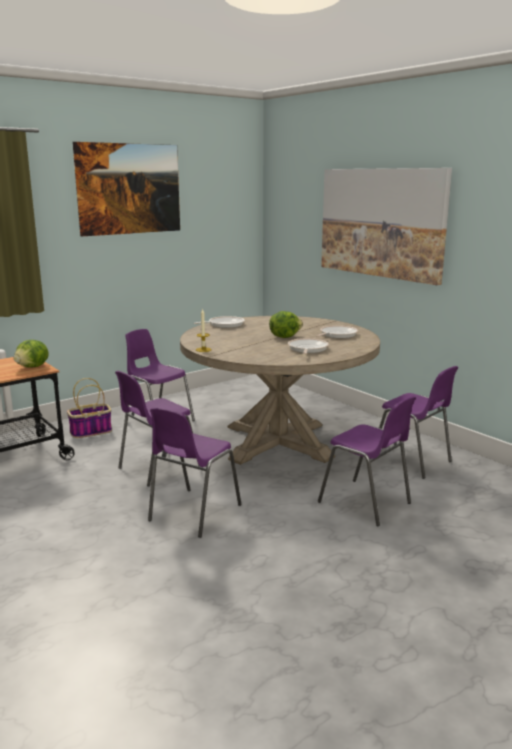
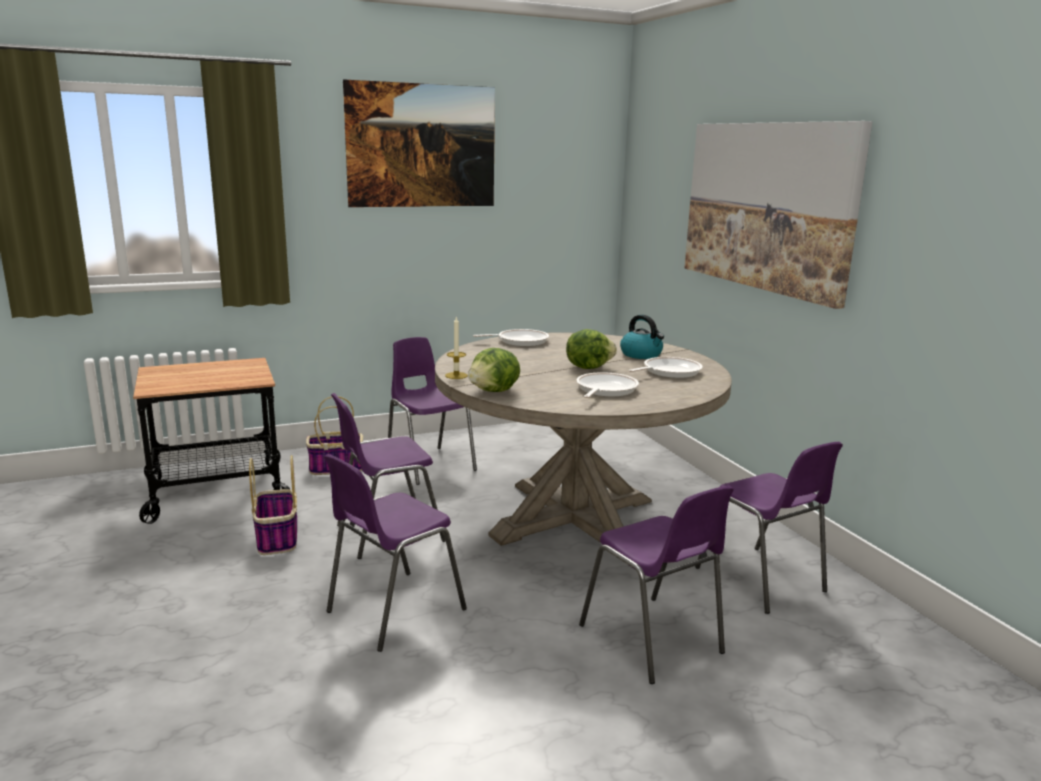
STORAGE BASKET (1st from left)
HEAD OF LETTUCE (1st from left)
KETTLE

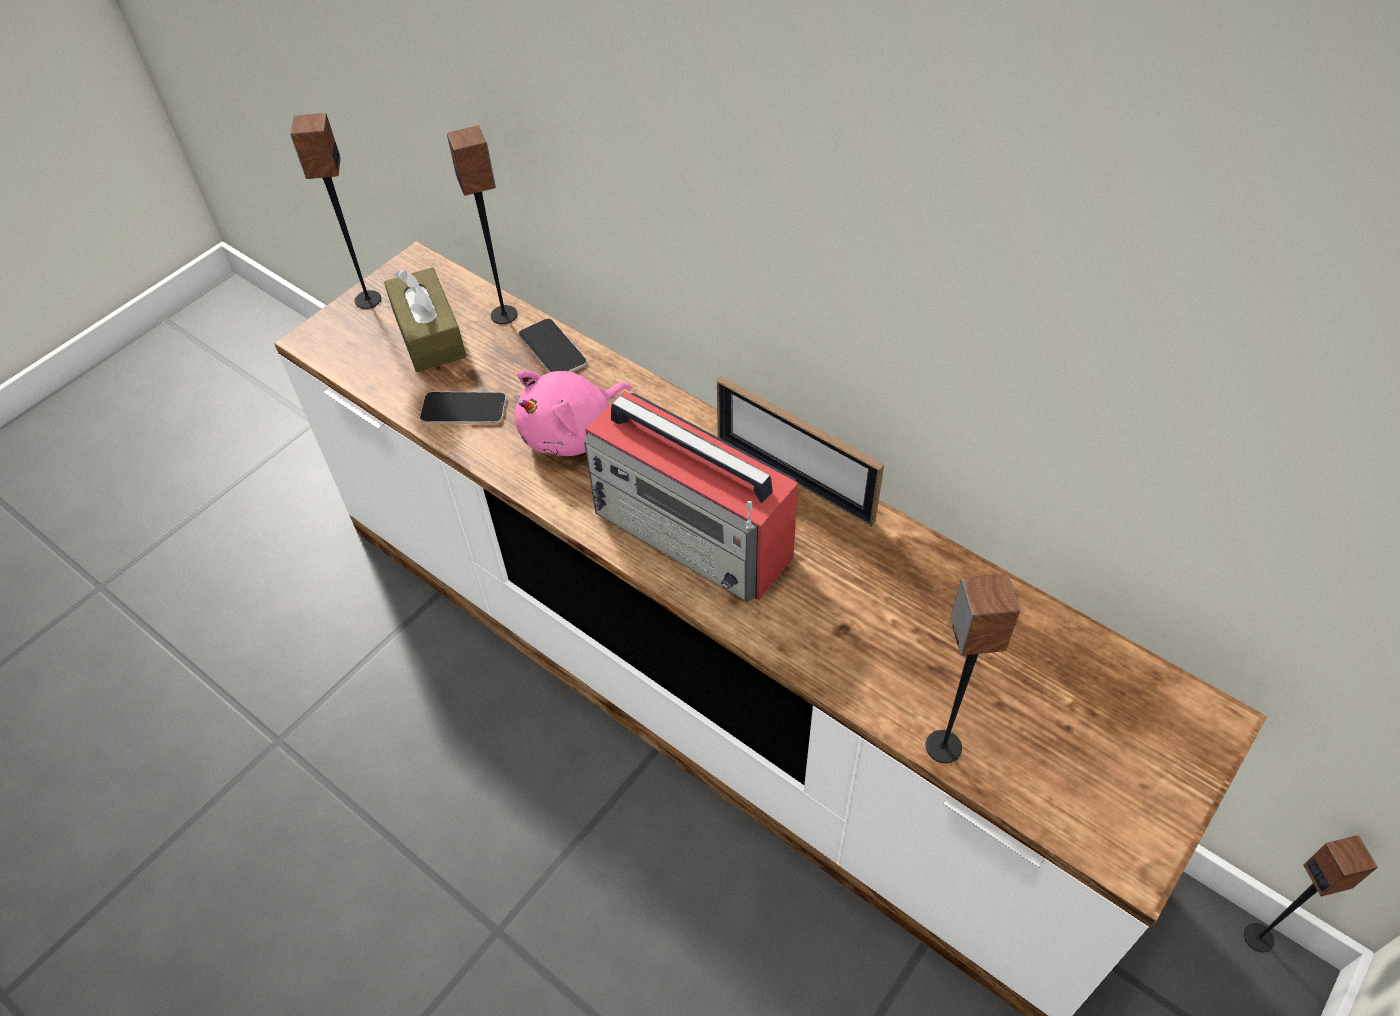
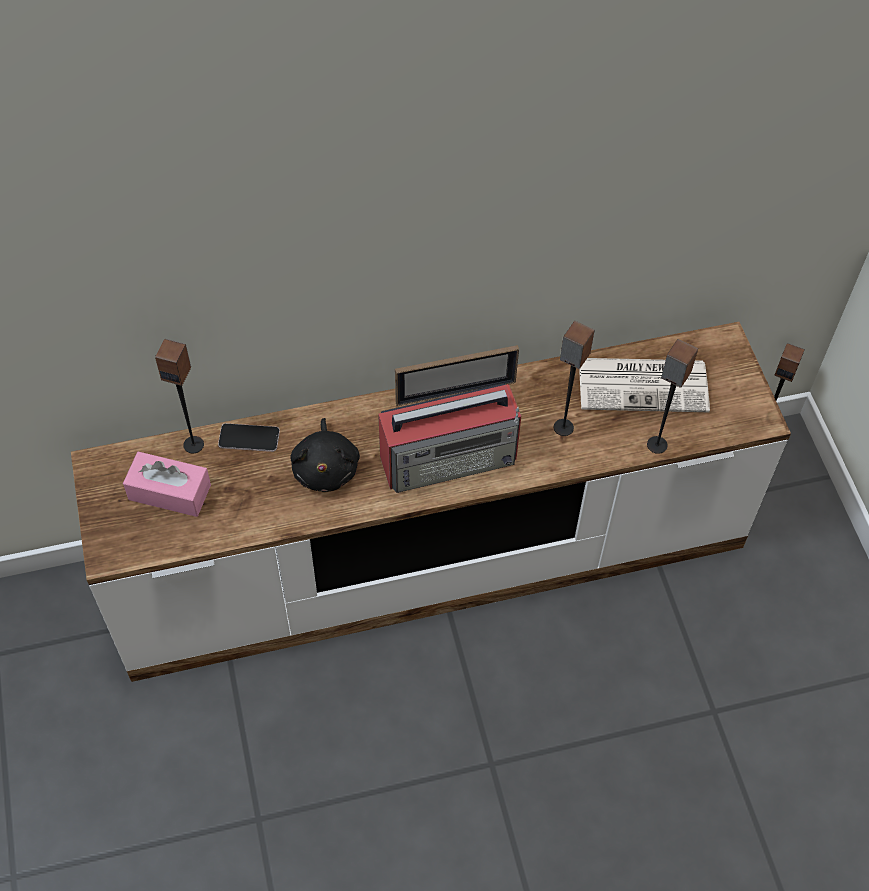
PINKISH TISSUE HOLDER
BLACK-COLOURED SOFT TOY
LOUDSPEAKER (2nd from left)
PRINTED PAPER
TELEPHONE (1st from left in the first image)

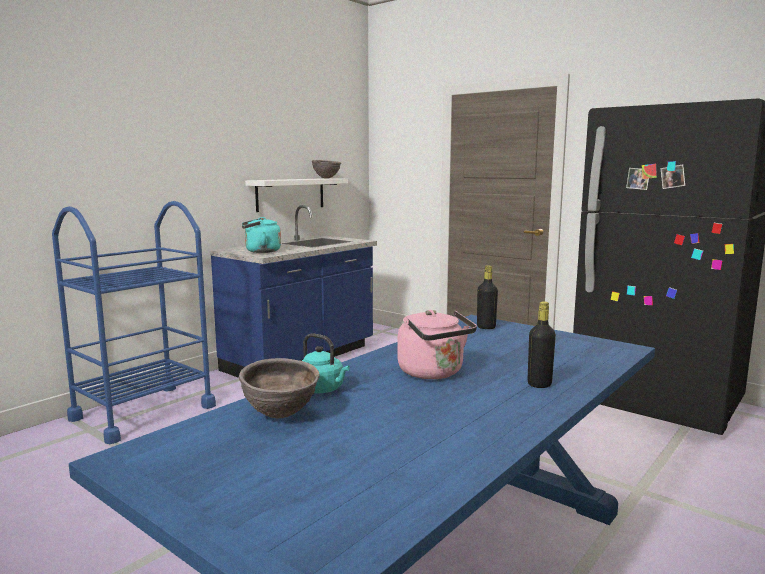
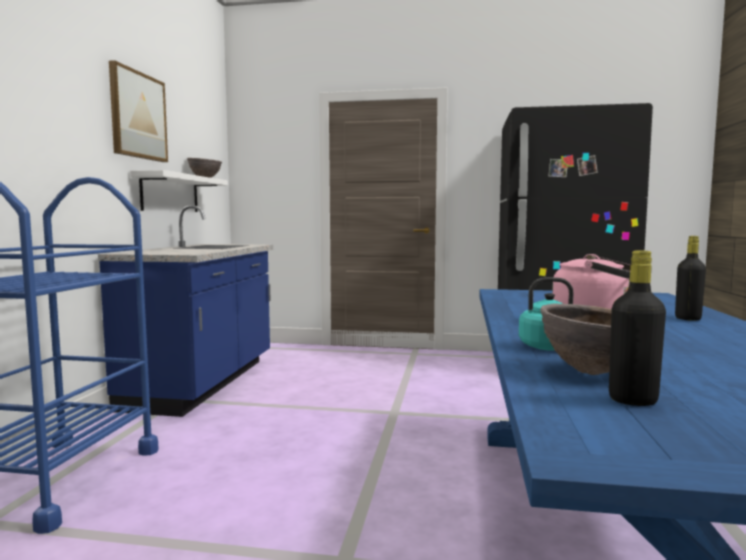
WALL ART
BLACK-COLOURED DRINK BOTTLE (1st from left)
TURQUOISE-COLOURED KETTLE (1st from left in the first image)

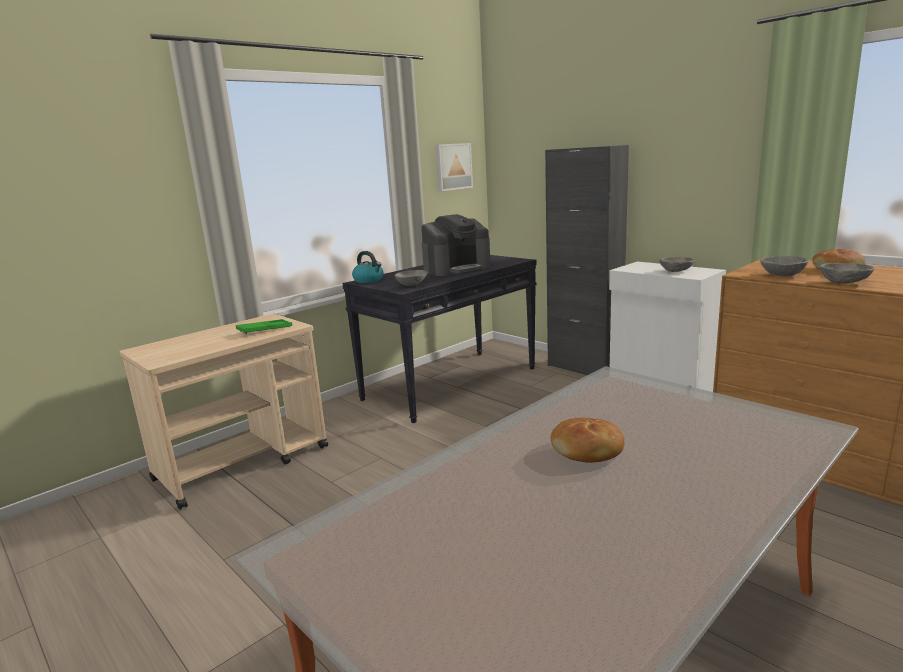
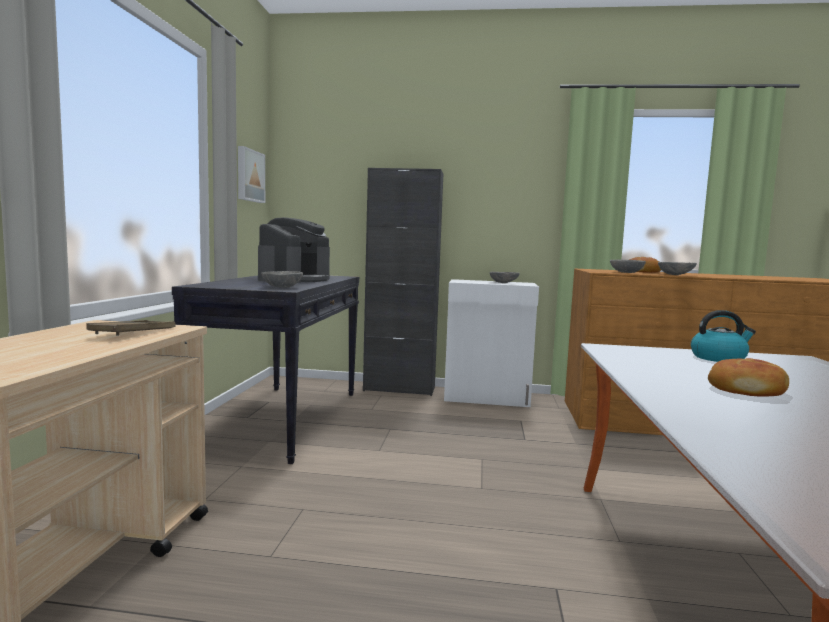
BROWN-COLOURED SERVING TRAY
KETTLE

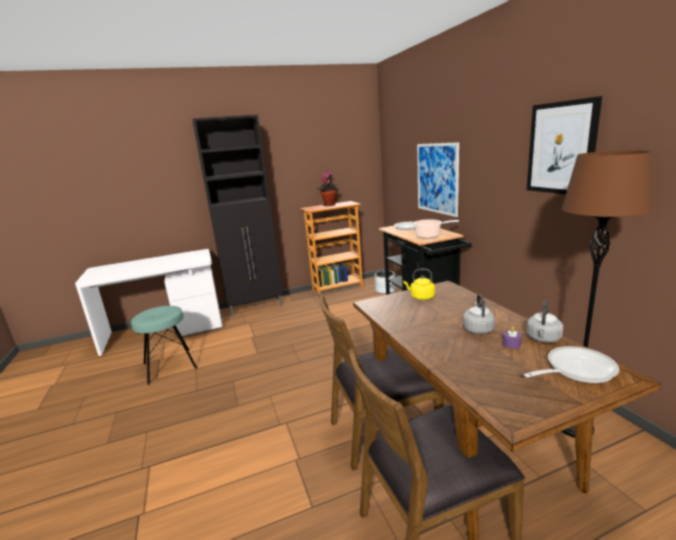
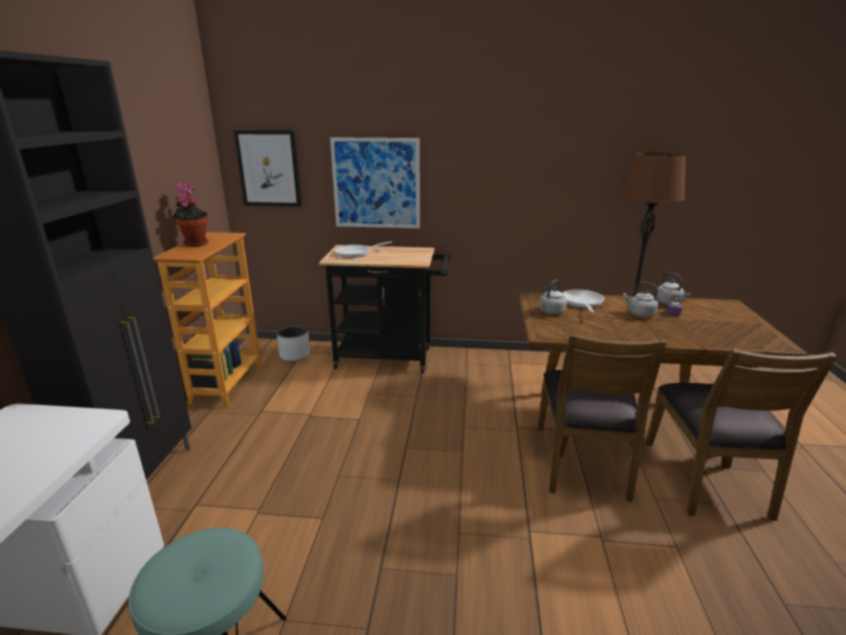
WALL ART (1st from left)
GRAY KETTLE (1st from left)
FRYING PAN (2nd from left)
STOCKPOT

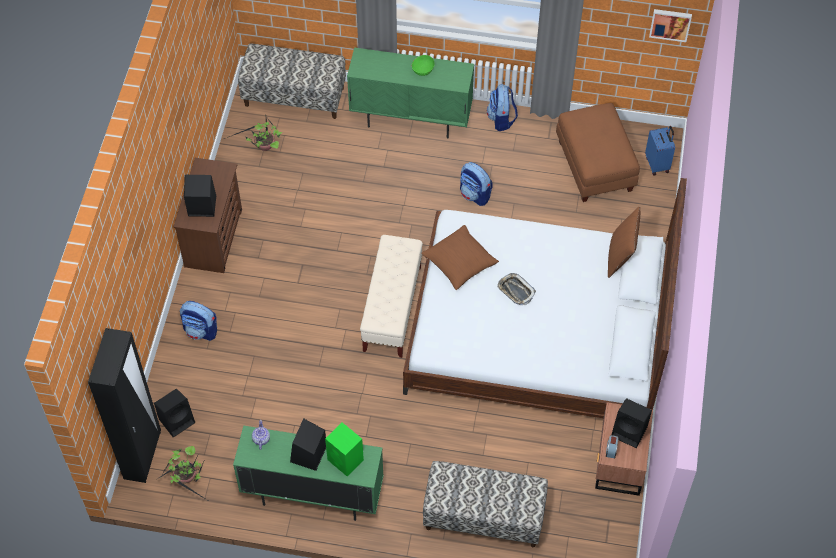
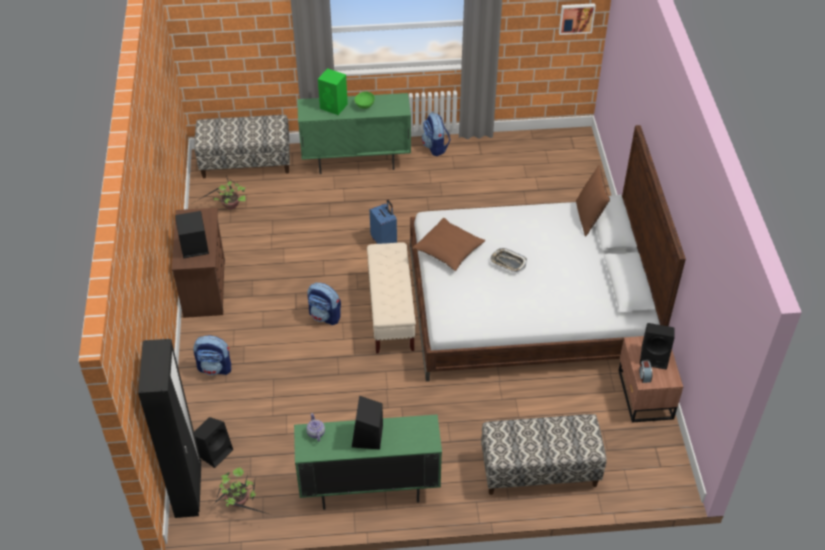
BACKPACK (2nd from left)
GREENISH LOUDSPEAKER
BLUE-COLOURED TRAVEL CASE
BROWN-COLOURED POUFFE

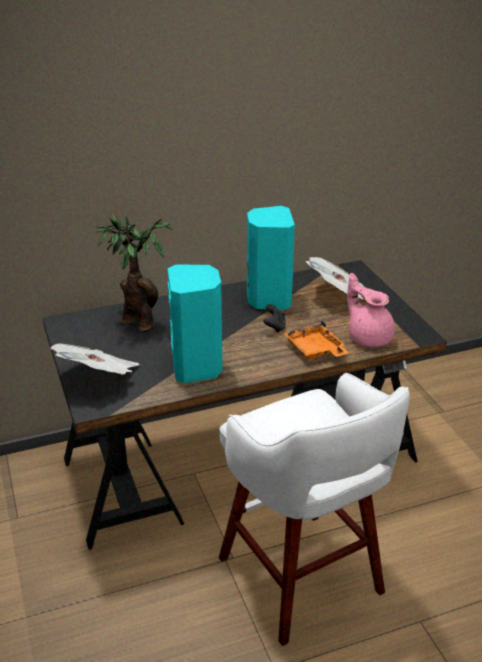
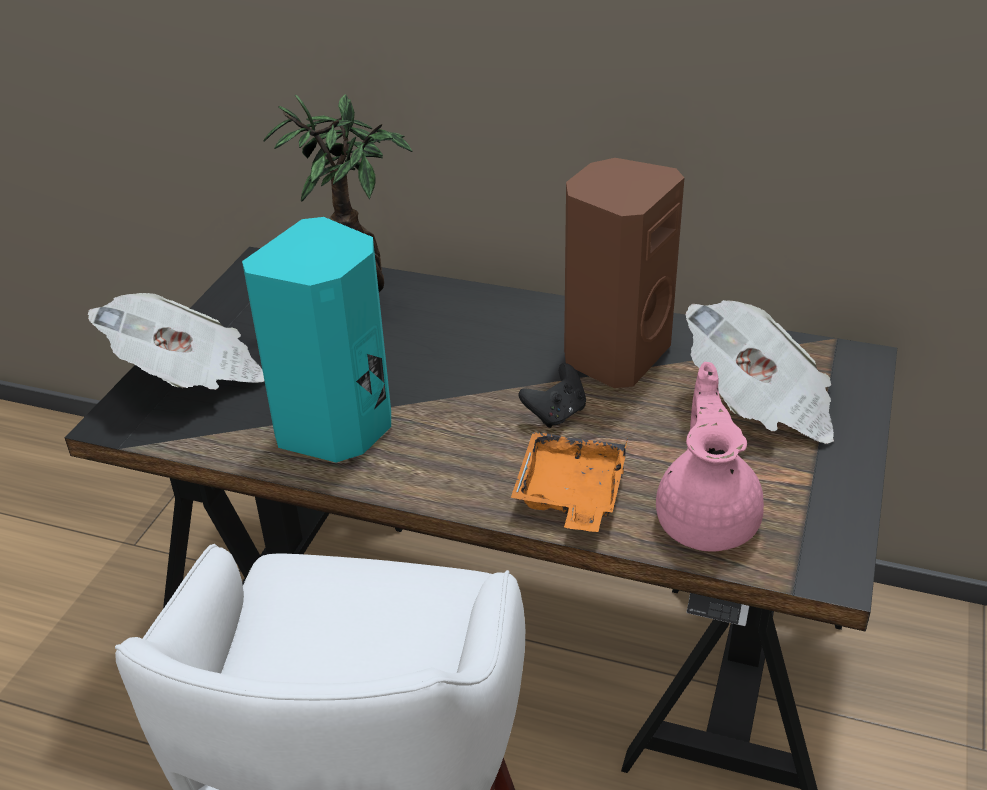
BROWN-COLOURED LOUDSPEAKER

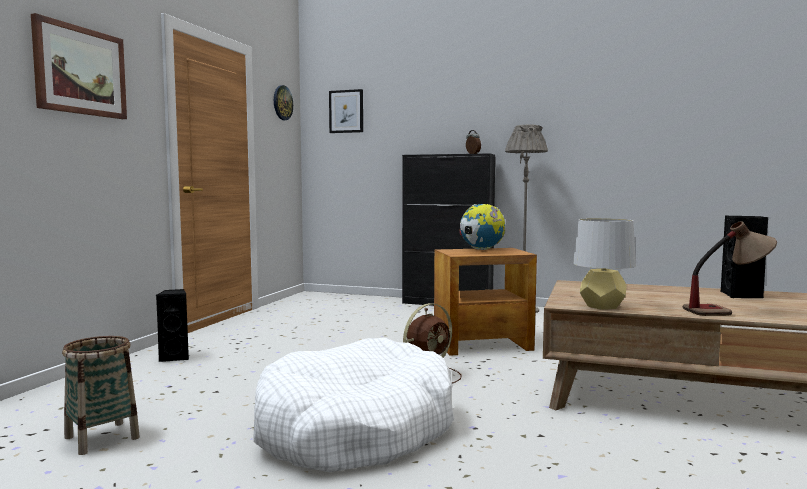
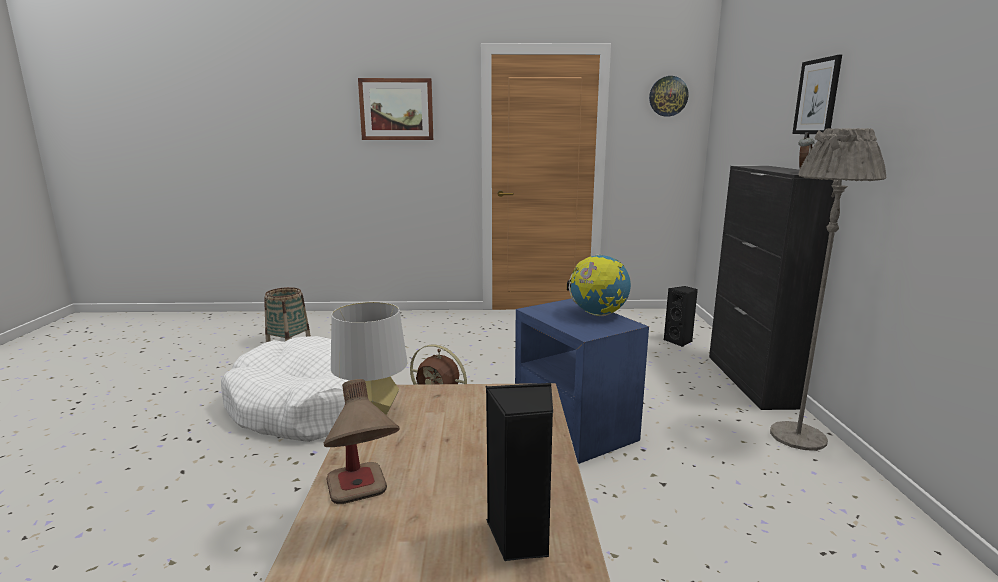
BLUE-COLOURED SIDE TABLE
BLACK-COLOURED LOUDSPEAKER (2nd from left)
WALL ART (2nd from left)

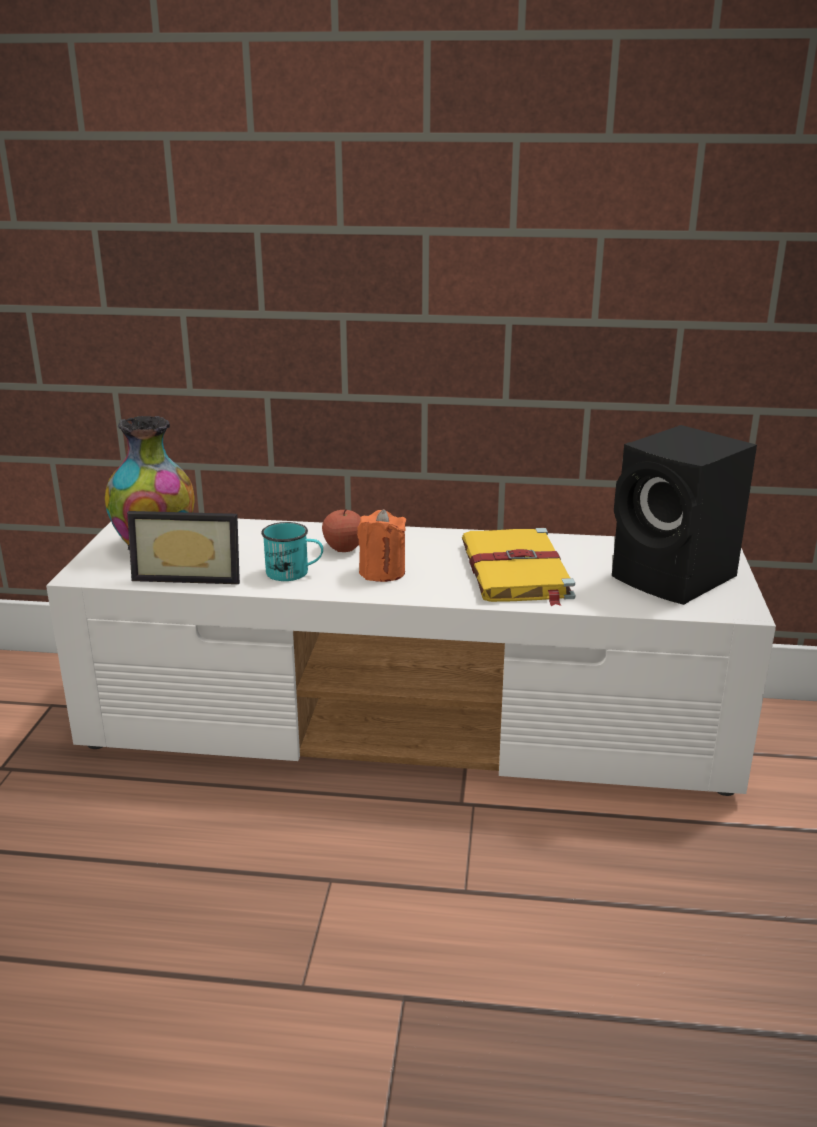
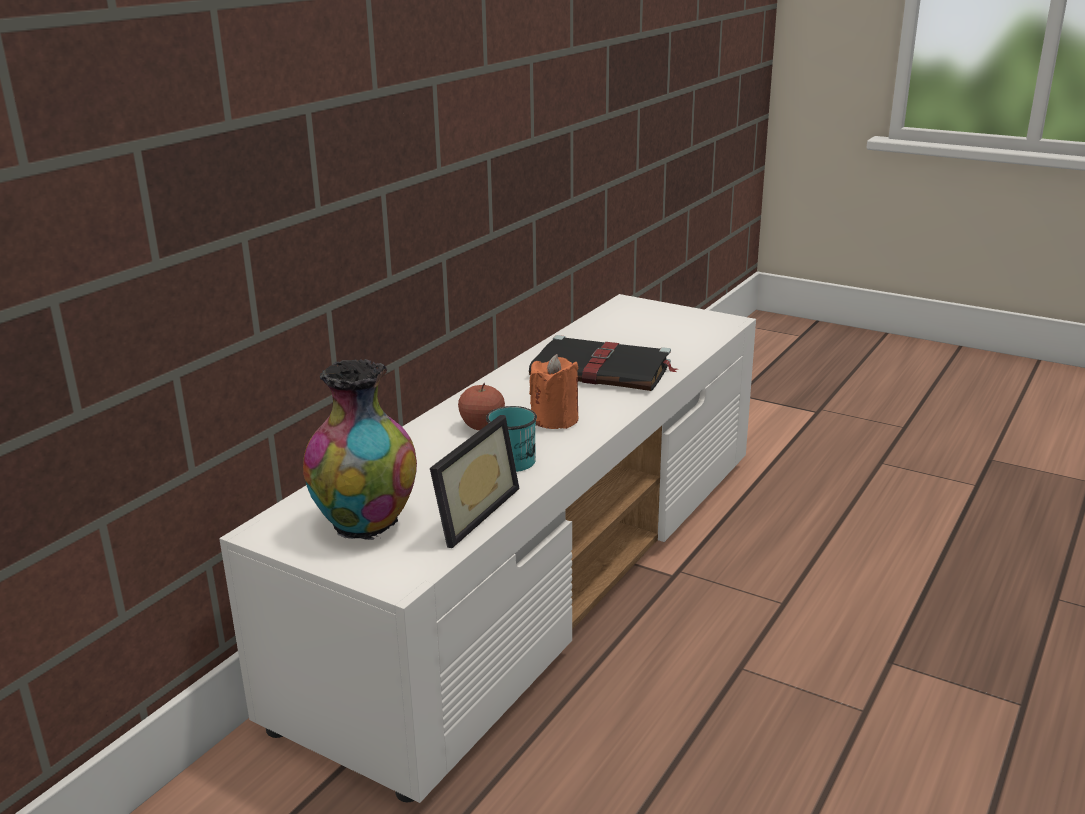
BLACK-COLOURED BOOK
BLACK-COLOURED LOUDSPEAKER

